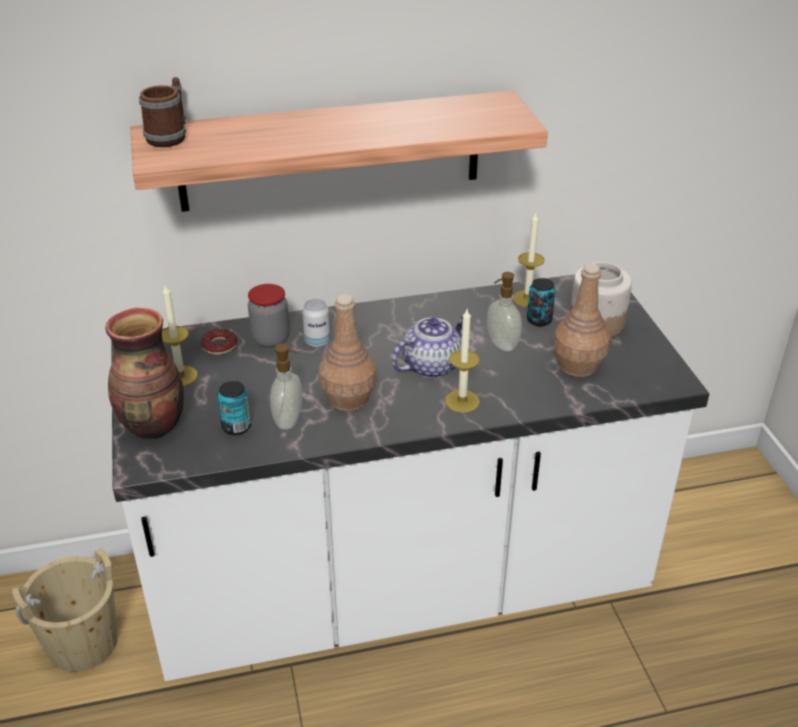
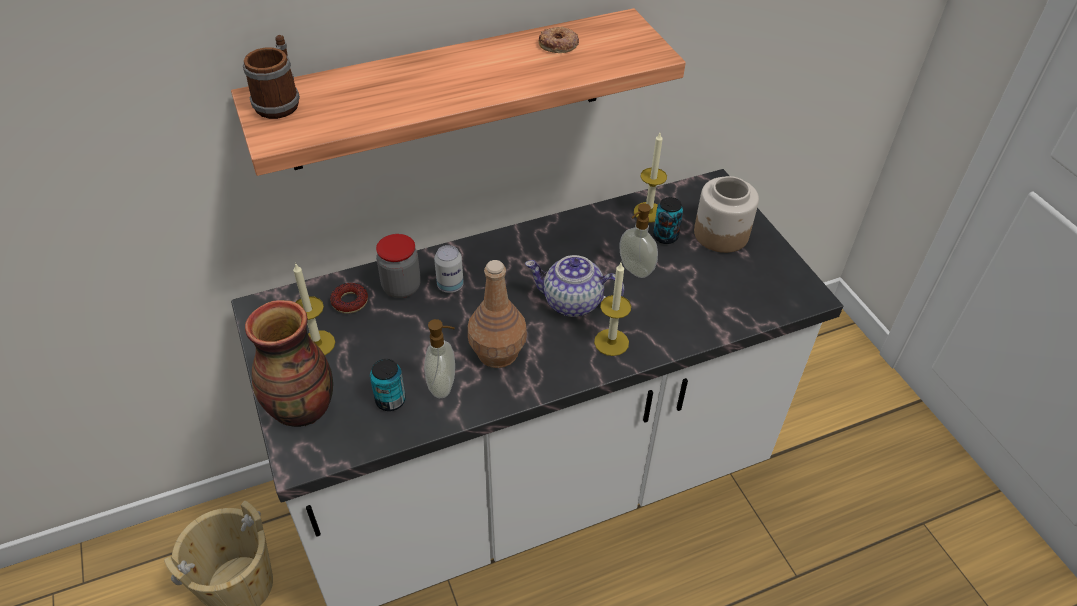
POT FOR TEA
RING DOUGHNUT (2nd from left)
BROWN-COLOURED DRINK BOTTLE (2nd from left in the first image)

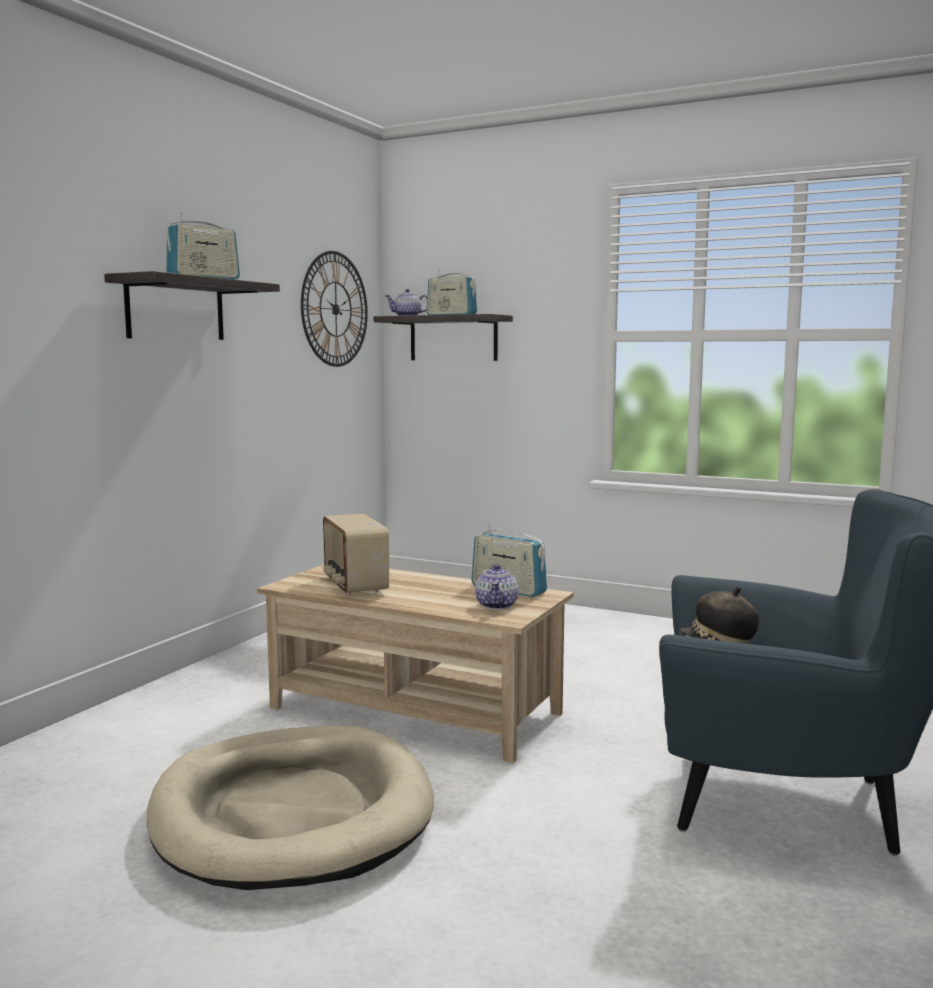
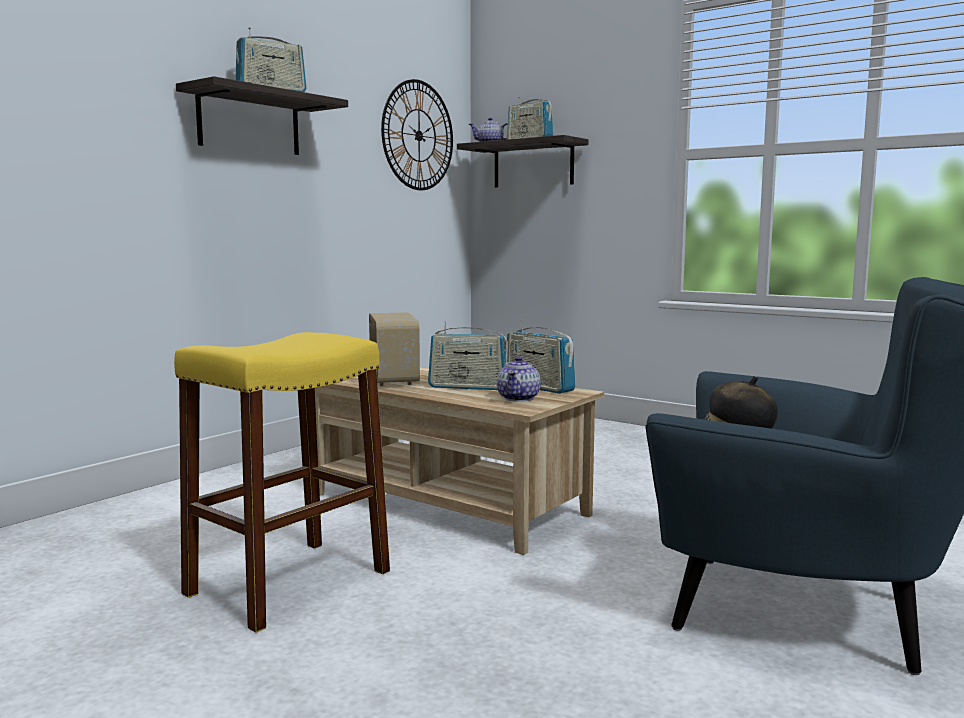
YELLOW-COLOURED SITTING STOOL
RADIO RECEIVER (3rd from left)

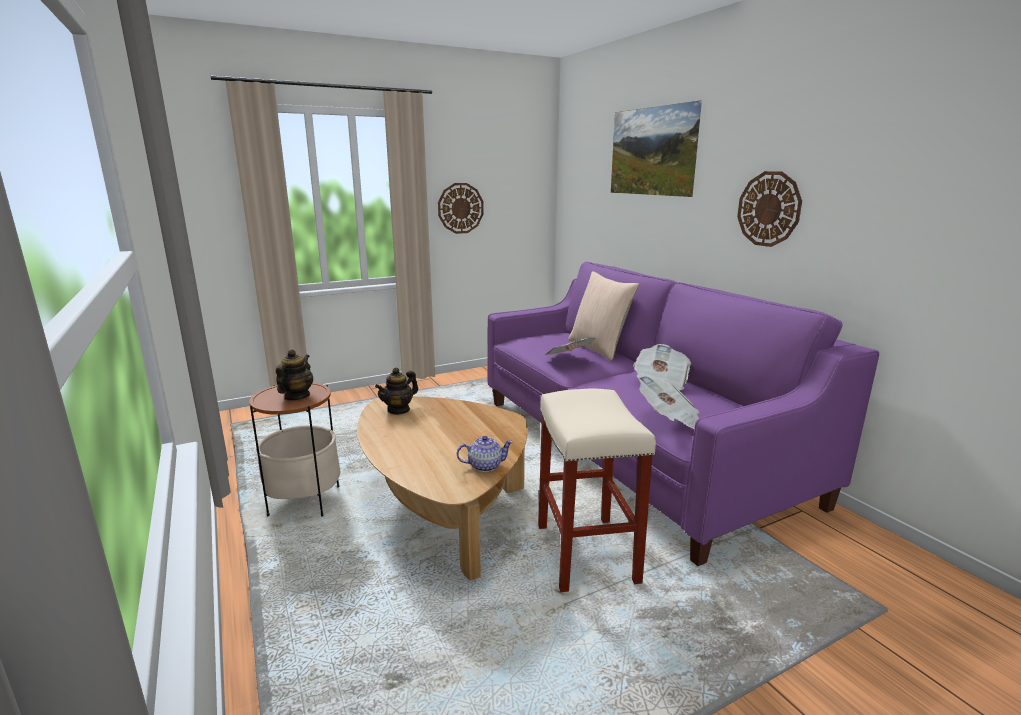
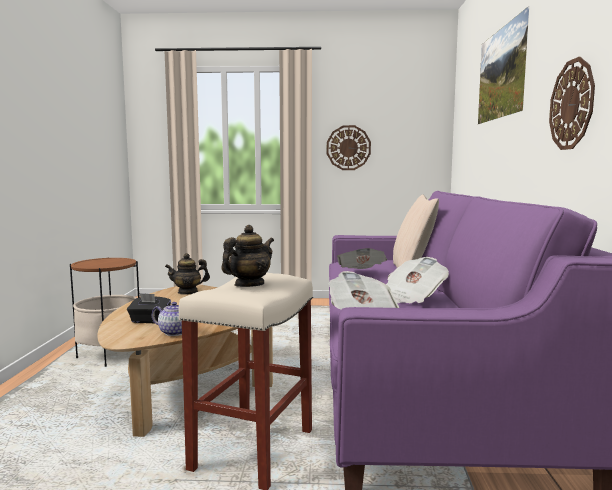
BLACK-COLOURED TISSUE HOLDER
POT FOR TEA (3rd from left)

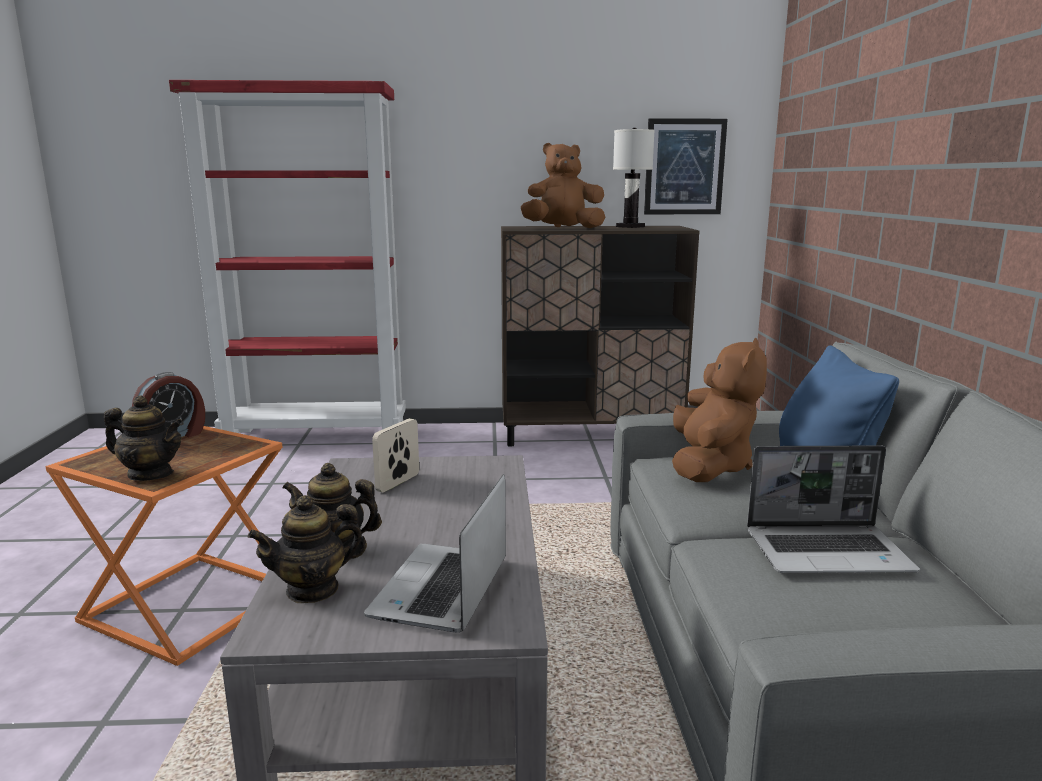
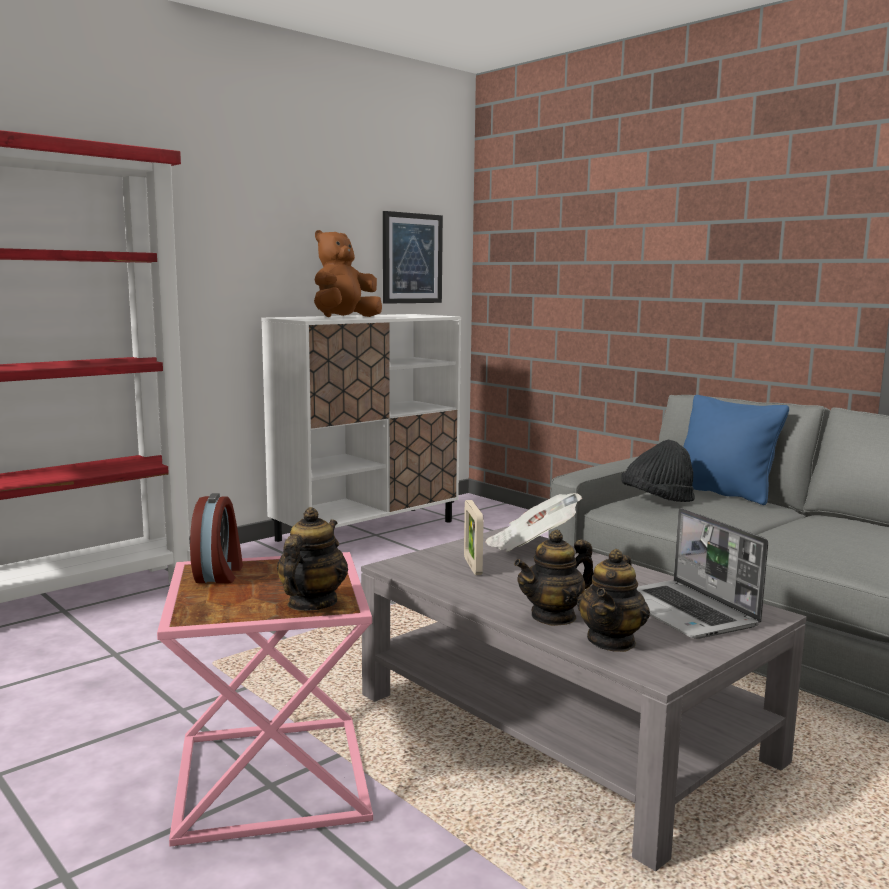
PINKISH SIDE TABLE
WHITE-COLOURED STORAGE CABINET
POT FOR TEA (1st from left)
PRINTED PAPER
BLACK-COLOURED HAT
WHITE-COLOURED LAMP FOR A TABLE
NOTEBOOK COMPUTER (2nd from left in the first image)

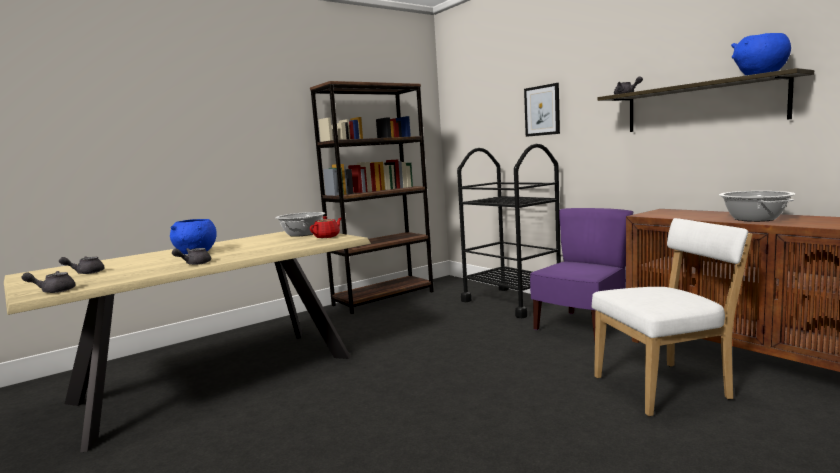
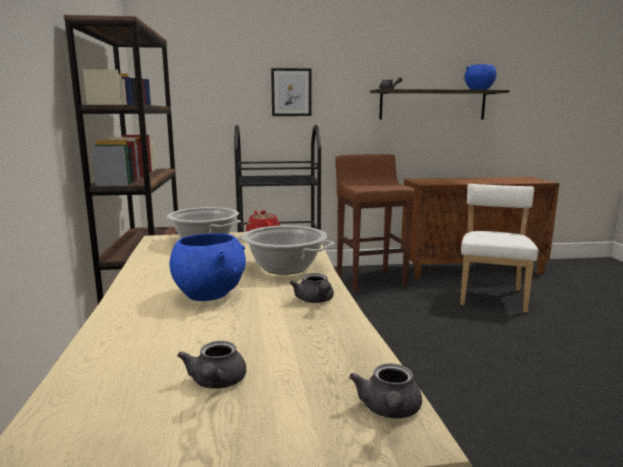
STOCKPOT (2nd from left)
BROWN-COLOURED SITTING STOOL

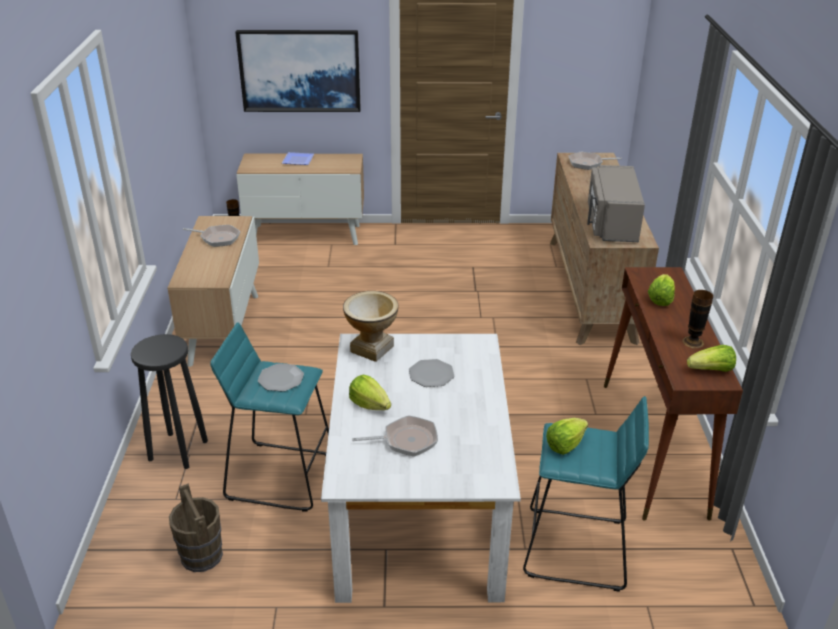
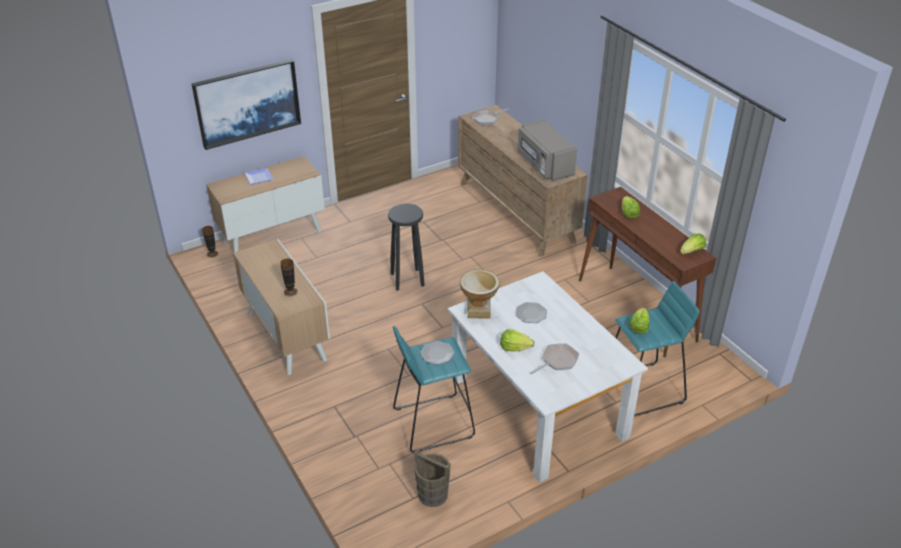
DECORATIVE VASE (2nd from left)
BLACK-COLOURED SITTING STOOL
FRYING PAN (1st from left in the first image)

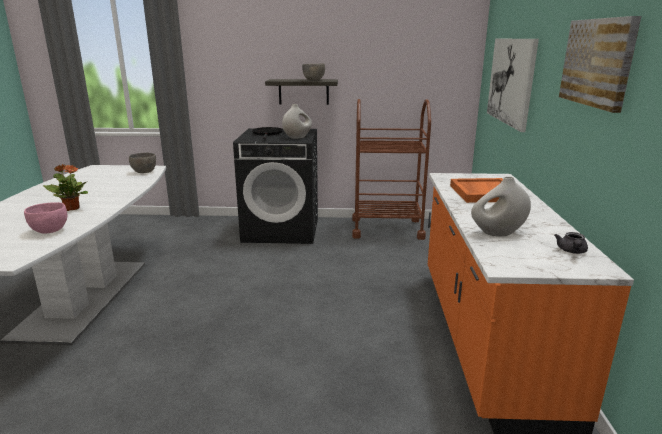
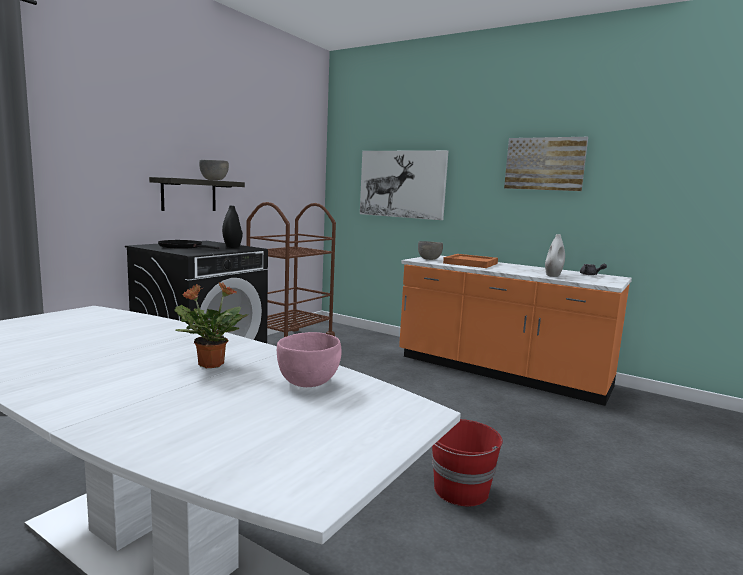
BLACK-COLOURED DECORATIVE VASE
GRAY DEEP DISH (2nd from left)
REDDISH WATER BUCKET

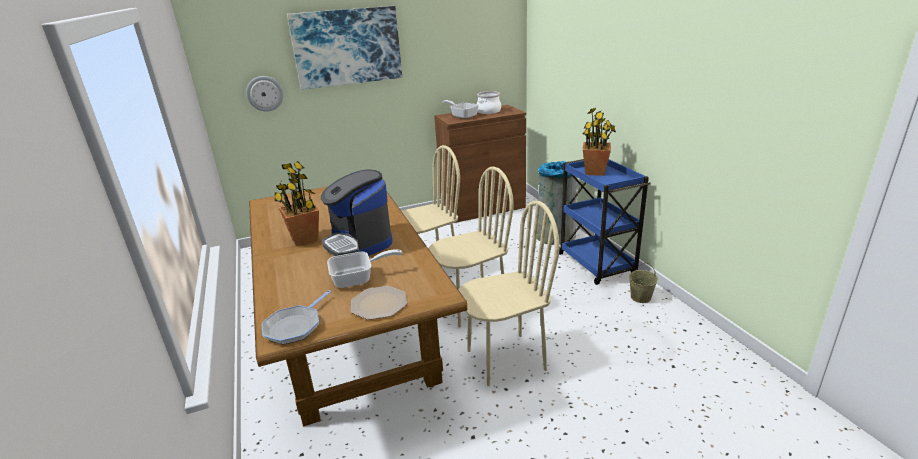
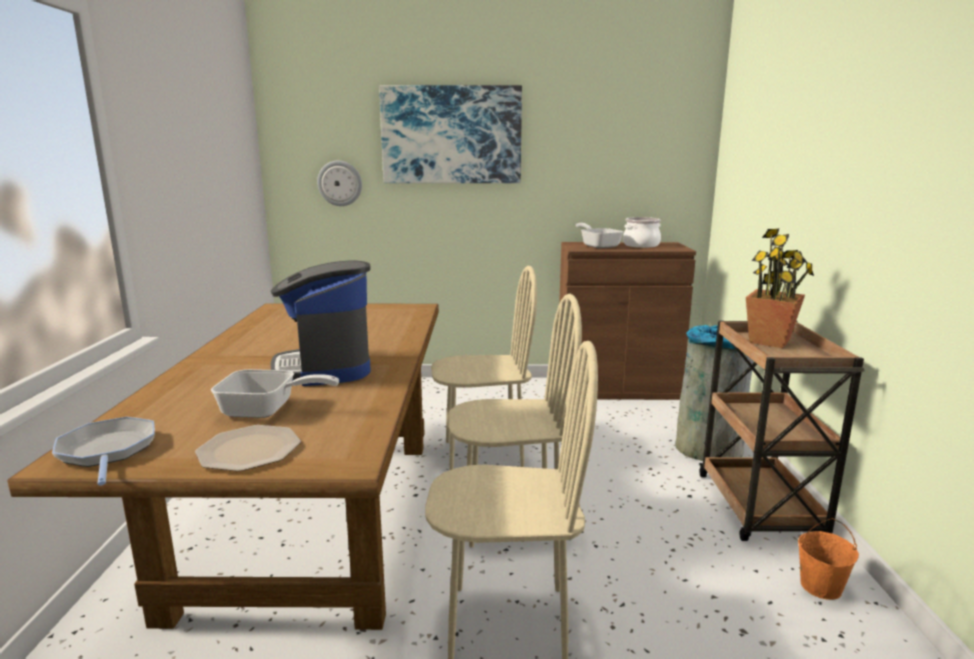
FRYING PAN (1st from left)
BROWN-COLOURED CART
ORANGE WATER BUCKET
HOUSEPLANT (1st from left in the first image)

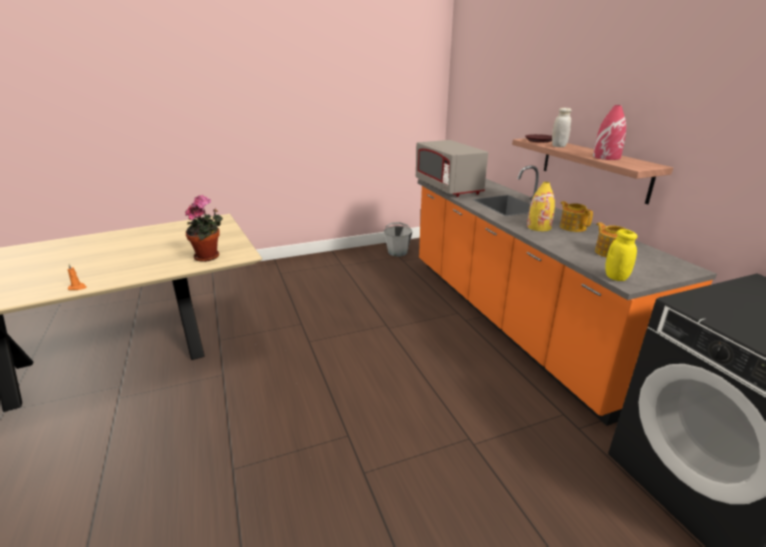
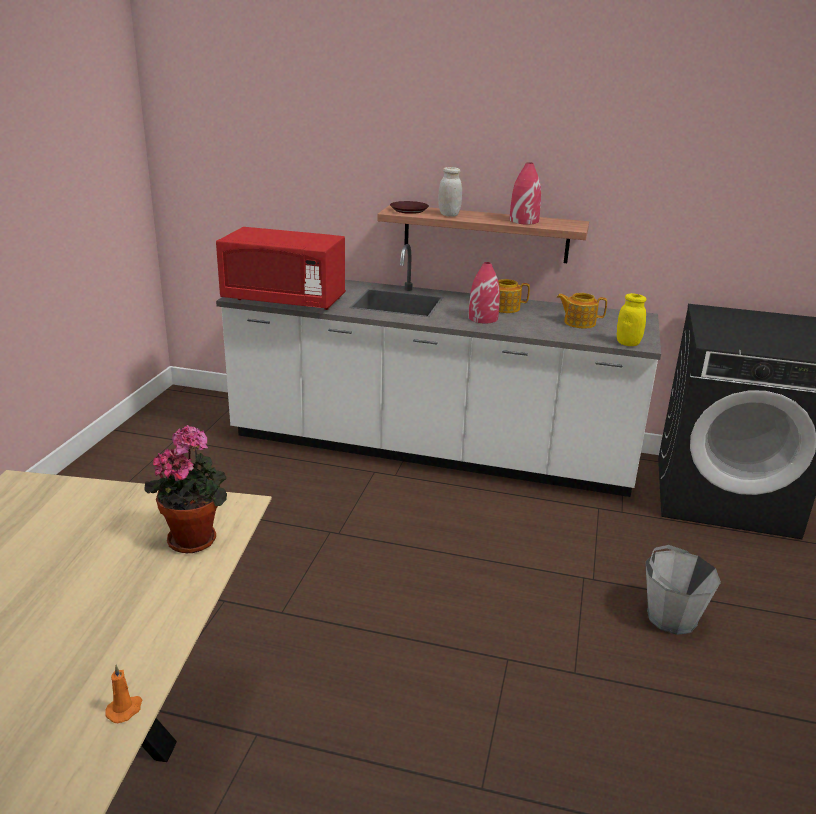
REDDISH MICROWAVE
WHITE-COLOURED KITCHEN BASE UNIT
REDDISH DECORATIVE VASE (1st from left)
GRAY WATER BUCKET

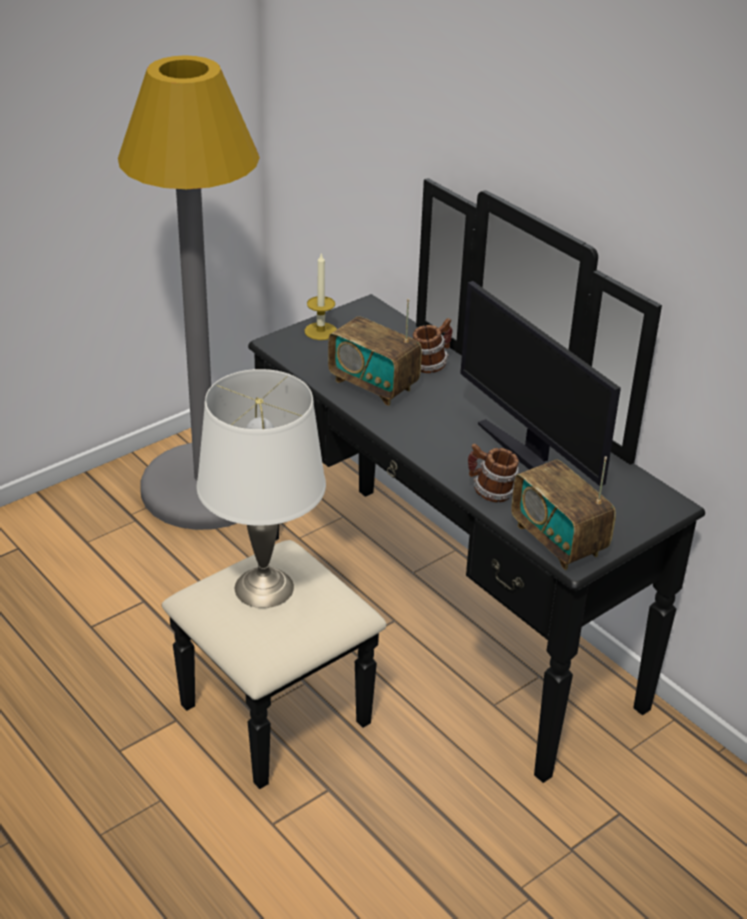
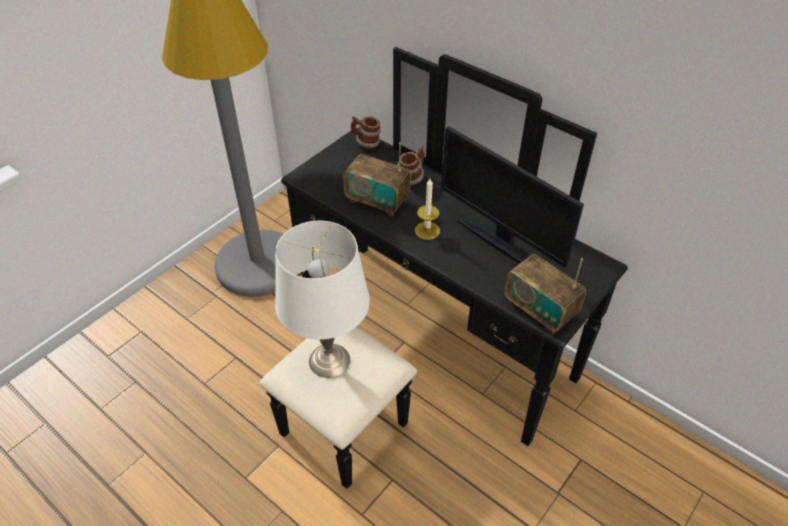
MUG (1st from left)
CANDLE

